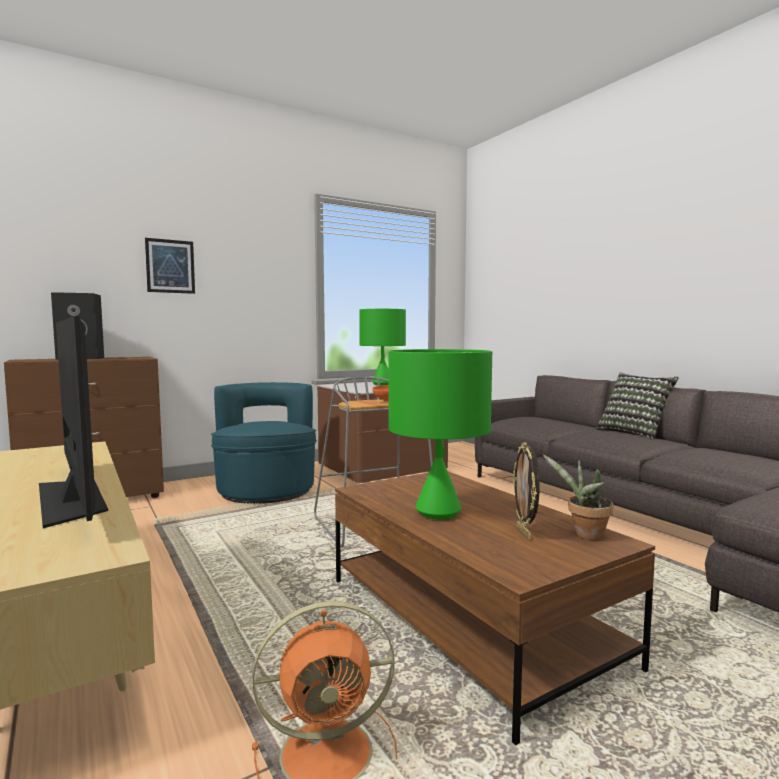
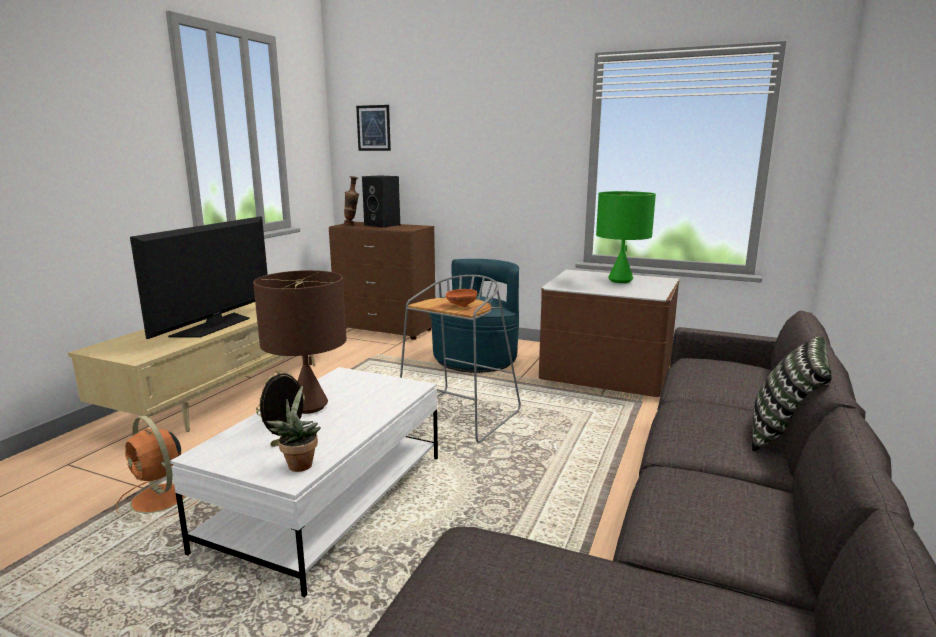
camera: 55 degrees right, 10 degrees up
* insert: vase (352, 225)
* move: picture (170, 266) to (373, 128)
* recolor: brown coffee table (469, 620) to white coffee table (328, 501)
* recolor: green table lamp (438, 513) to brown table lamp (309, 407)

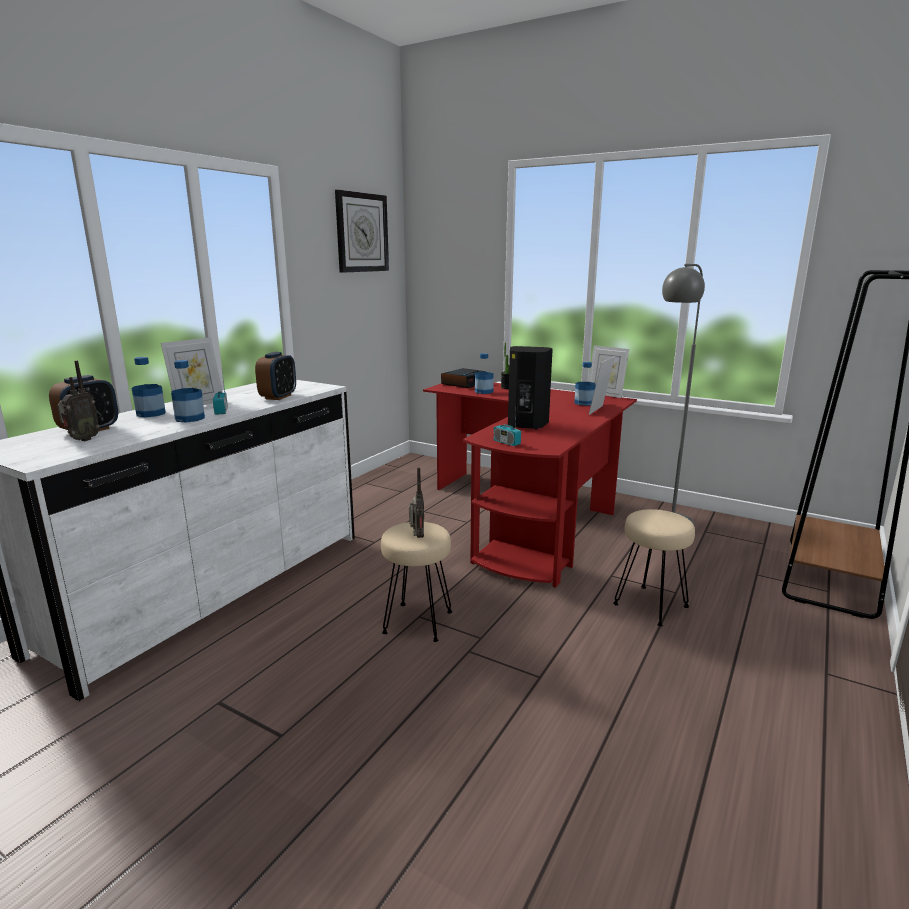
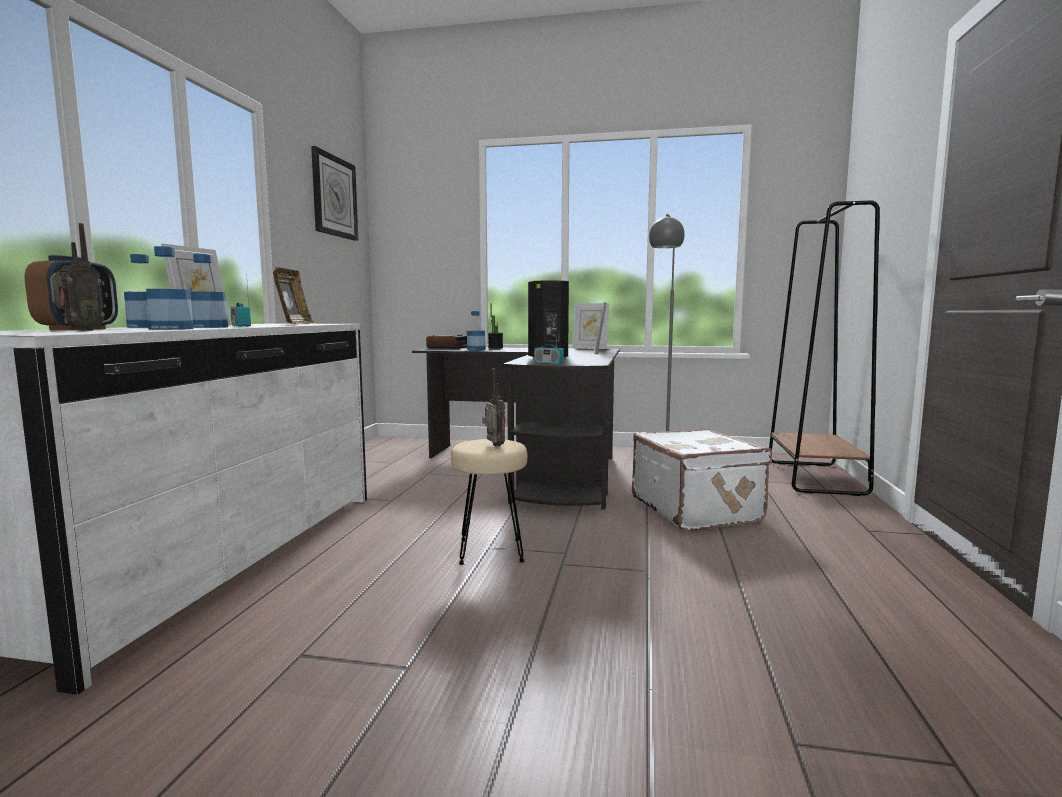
camera: 20 degrees left, 10 degrees down
* move: bottle (584, 403) to (171, 329)
* replace: alarm clock (278, 397) to picture frame (294, 324)
* replace: beige stool (650, 605) to white suitcase (697, 509)
* recolor: red desk (528, 516) to black desk (536, 467)

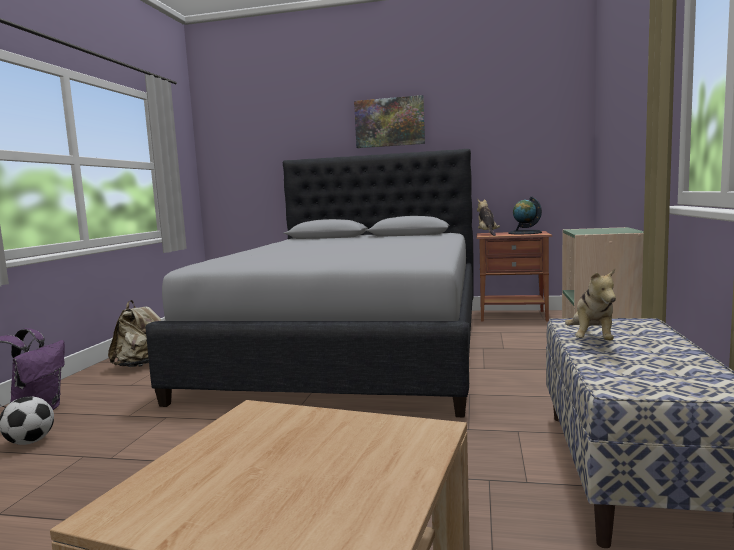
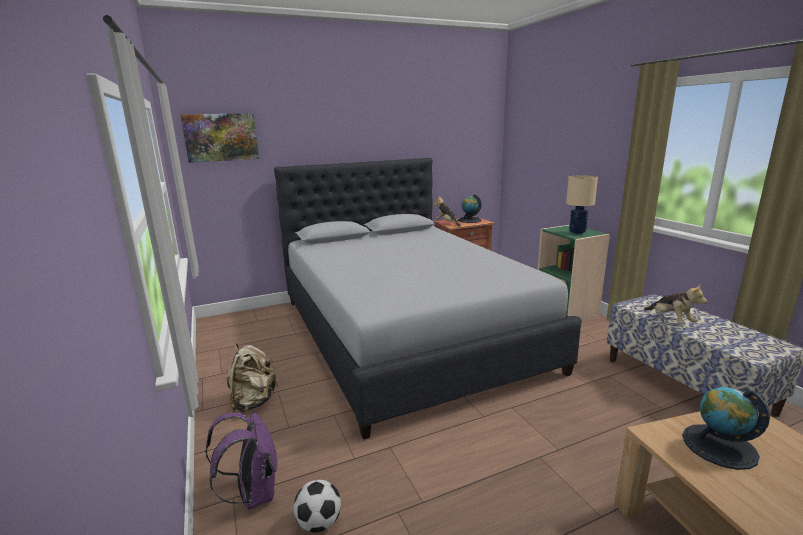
camera: 35 degrees left, 10 degrees up
* insert: beige table lamp (577, 232)
* insert: globe (719, 446)
* move: picture (389, 122) to (221, 137)

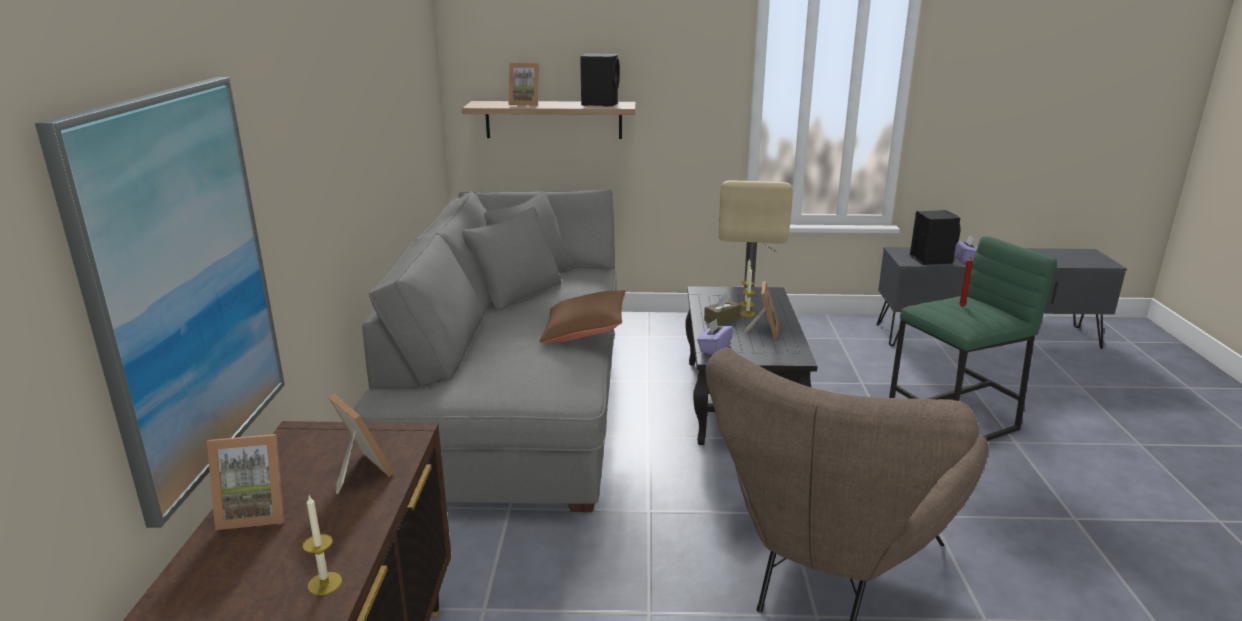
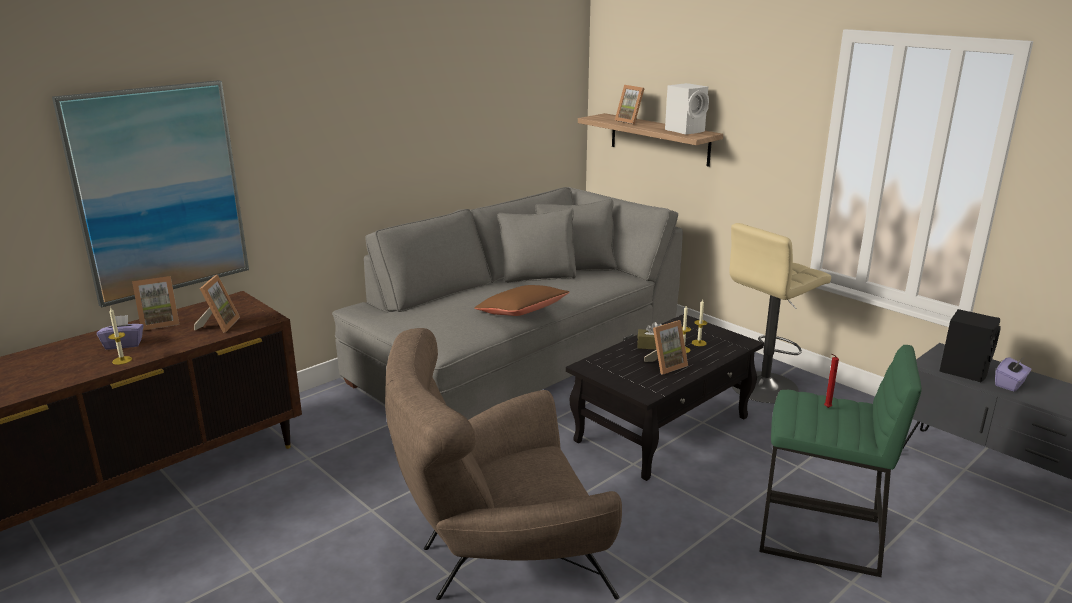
camera: 45 degrees right, 0 degrees up
* move: purple tissue box (714, 348) to (124, 344)
* recolor: black speaker (600, 103) to white speaker (686, 130)
* rotate: picture frame (255, 512) = (159, 323) 60 degrees counterclockwise

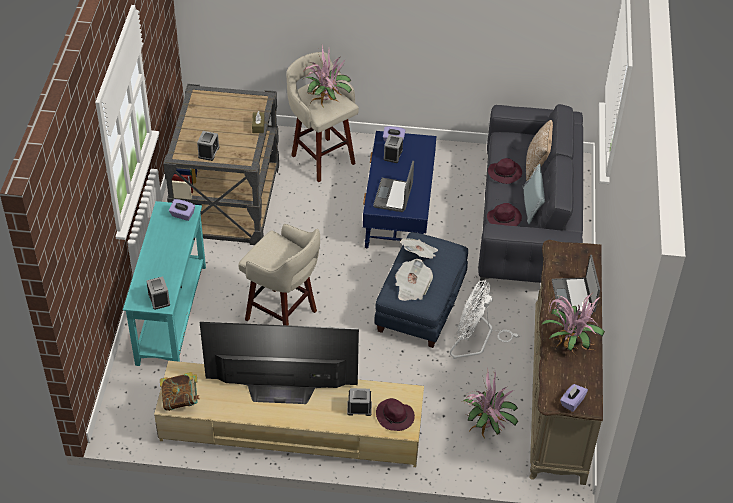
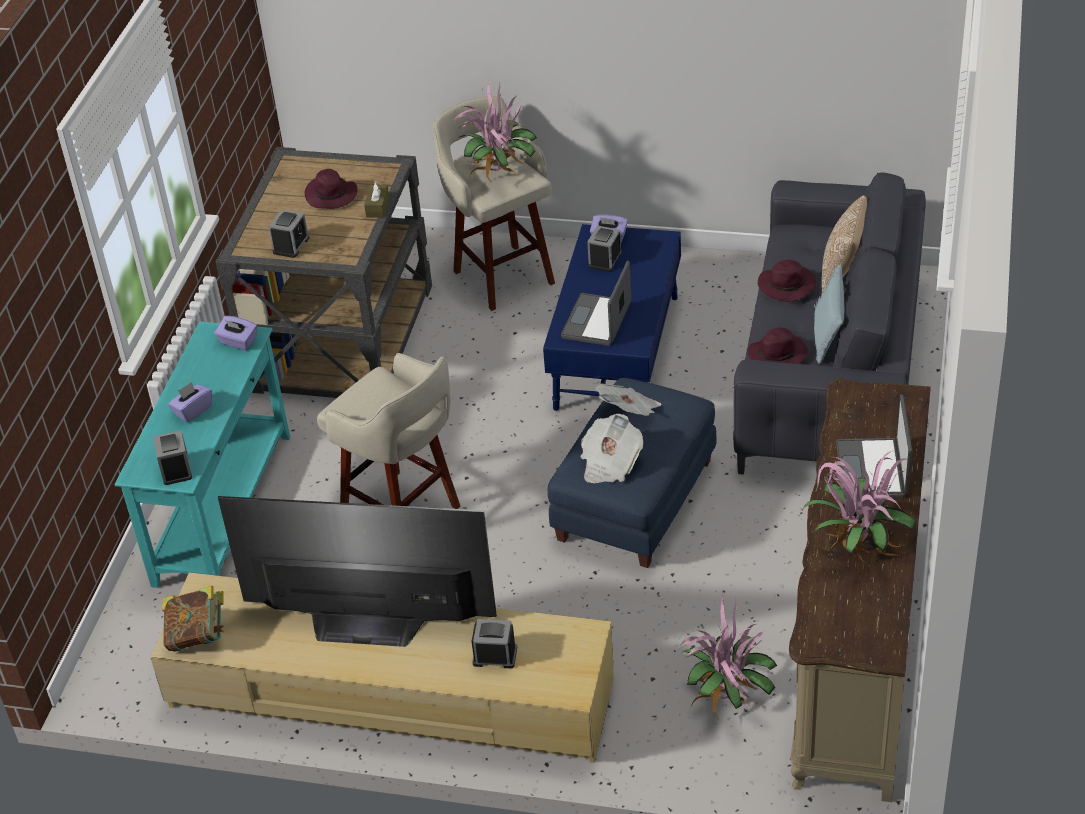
camera: 10 degrees right, 5 degrees down
* delete: white fan (478, 336)
* move: purple hat (395, 417) to (332, 195)
* move: purple tissue box (572, 402) to (193, 410)

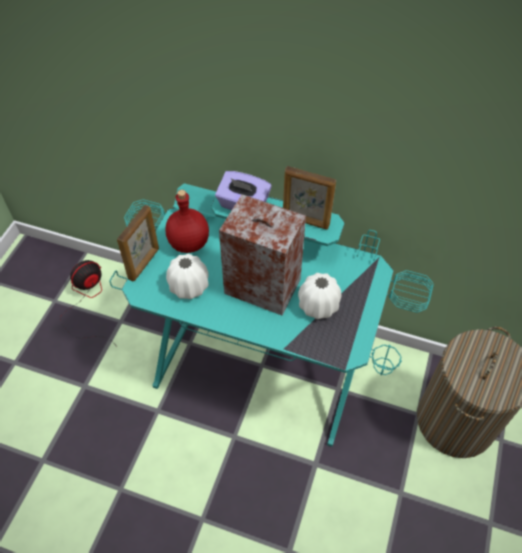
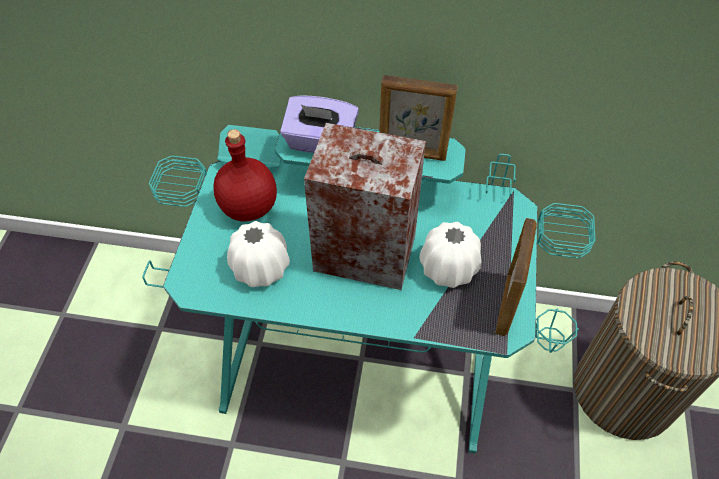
camera: 10 degrees left, 0 degrees up
* delete: fan (88, 302)
* move: picture frame (144, 263) to (507, 304)

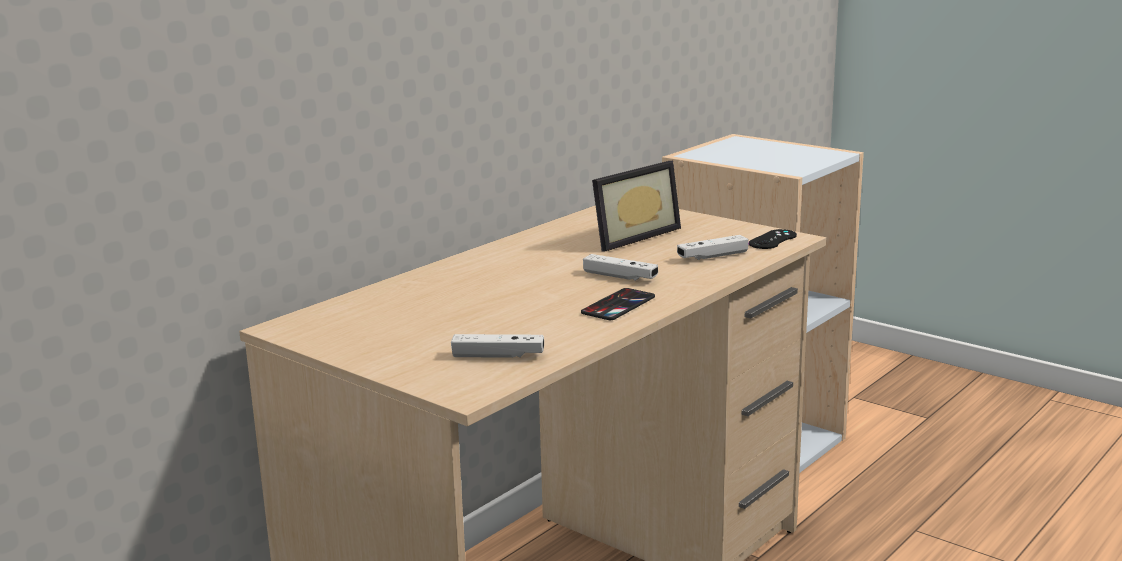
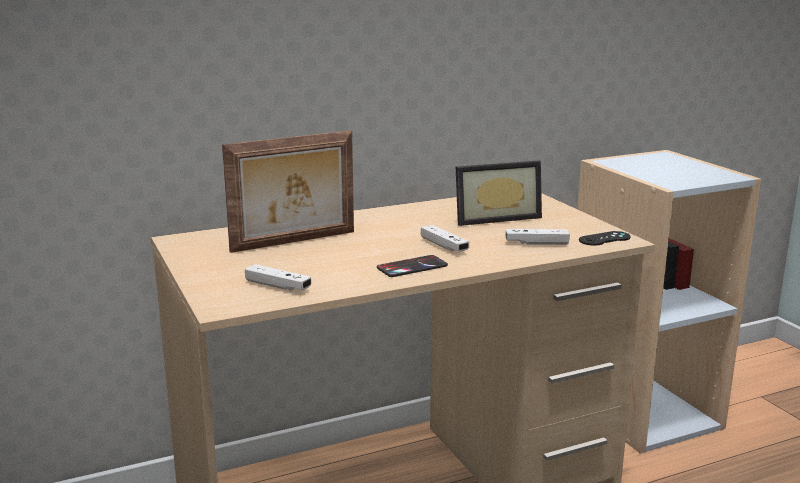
camera: 25 degrees right, 0 degrees up
* insert: picture frame (294, 242)

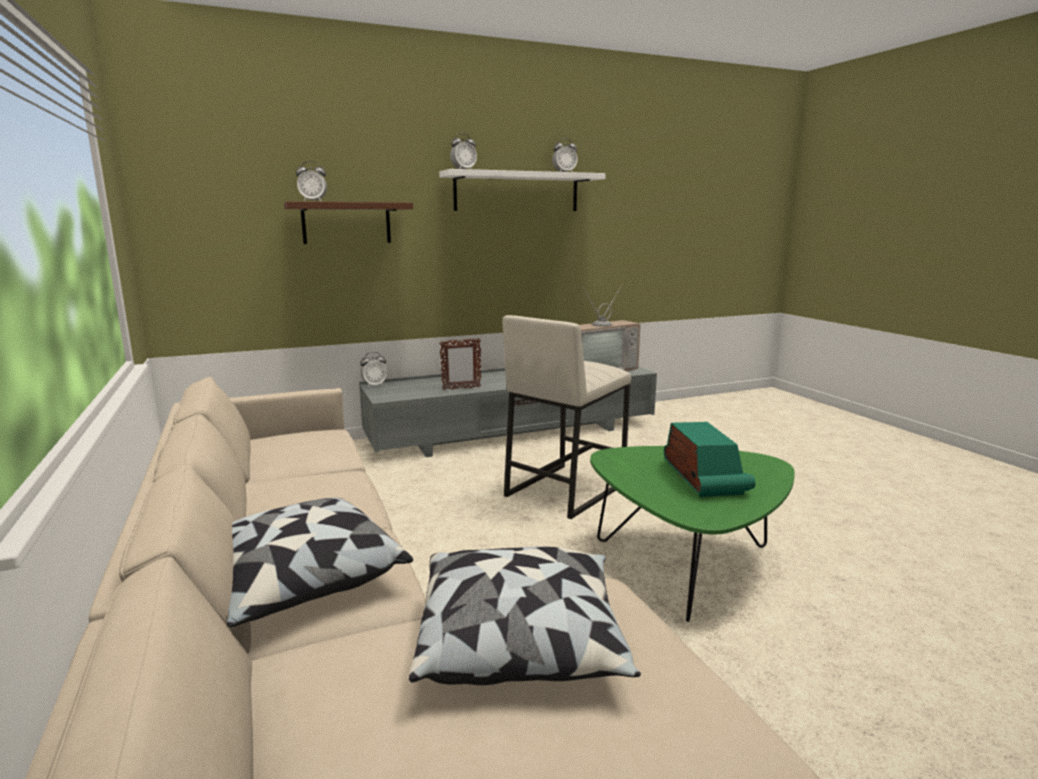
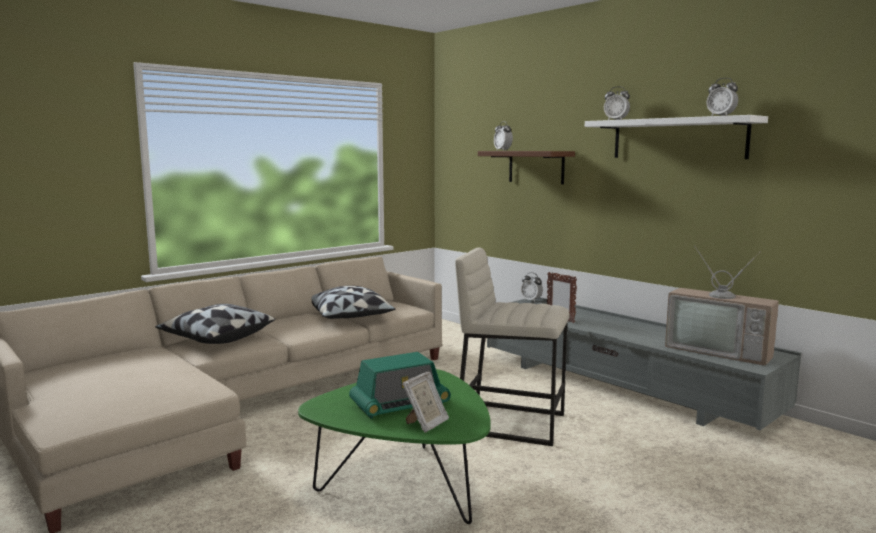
camera: 70 degrees right, 5 degrees down
* insert: picture frame (426, 424)
* move: pillow (521, 641) to (351, 317)

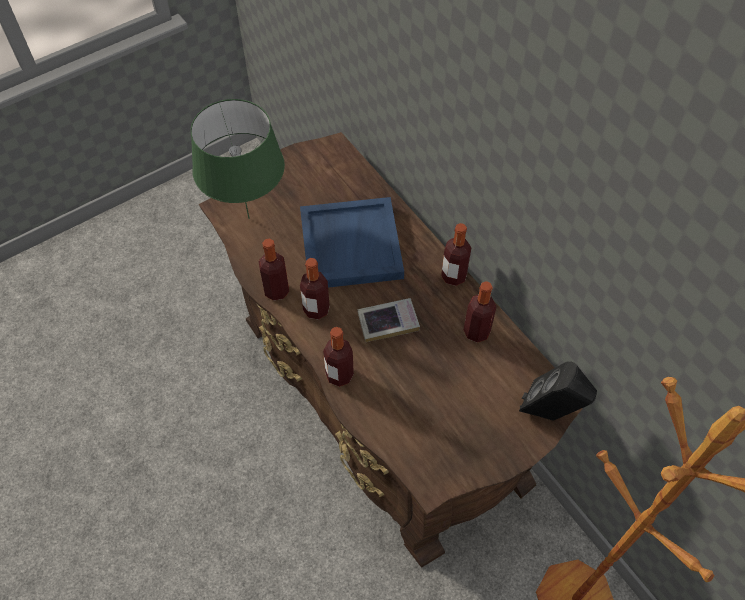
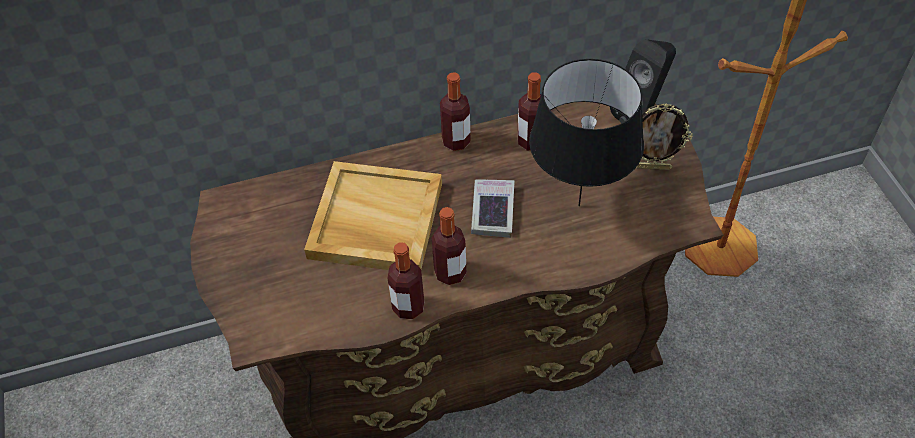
camera: 70 degrees left, 5 degrees down
* delete: green table lamp (248, 218)
* delete: bottle (339, 375)
* insert: black table lamp (578, 206)
* insert: picture frame (653, 167)
* recolor: blue tray (350, 245) to beige tray (374, 221)

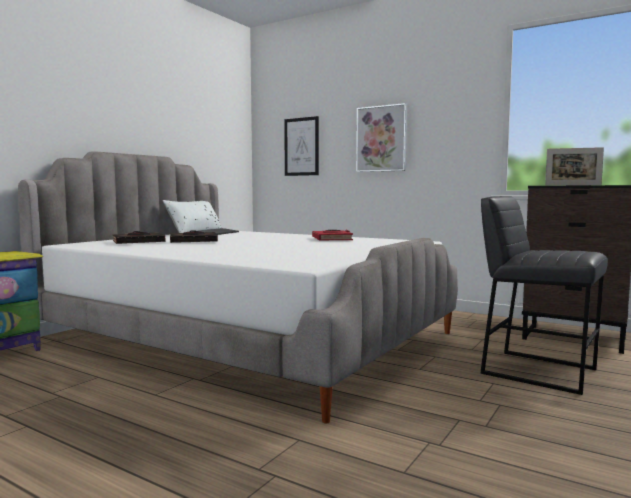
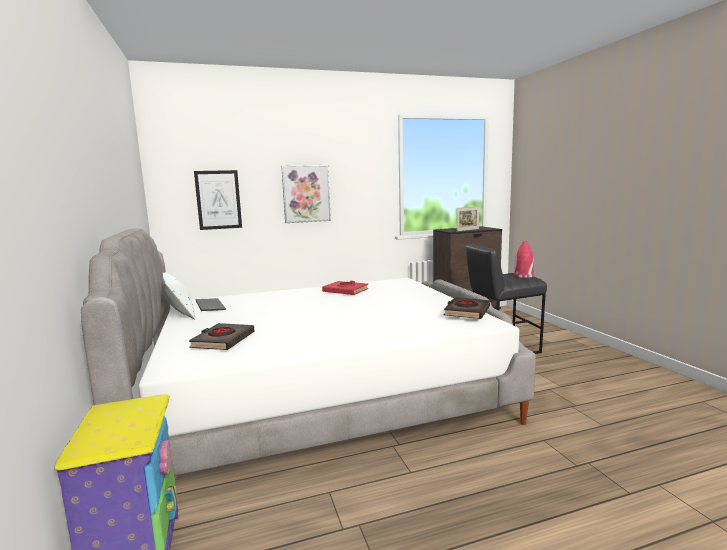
camera: 50 degrees left, 5 degrees up
* insert: red vase (523, 276)
* move: black book (193, 241) to (466, 312)

